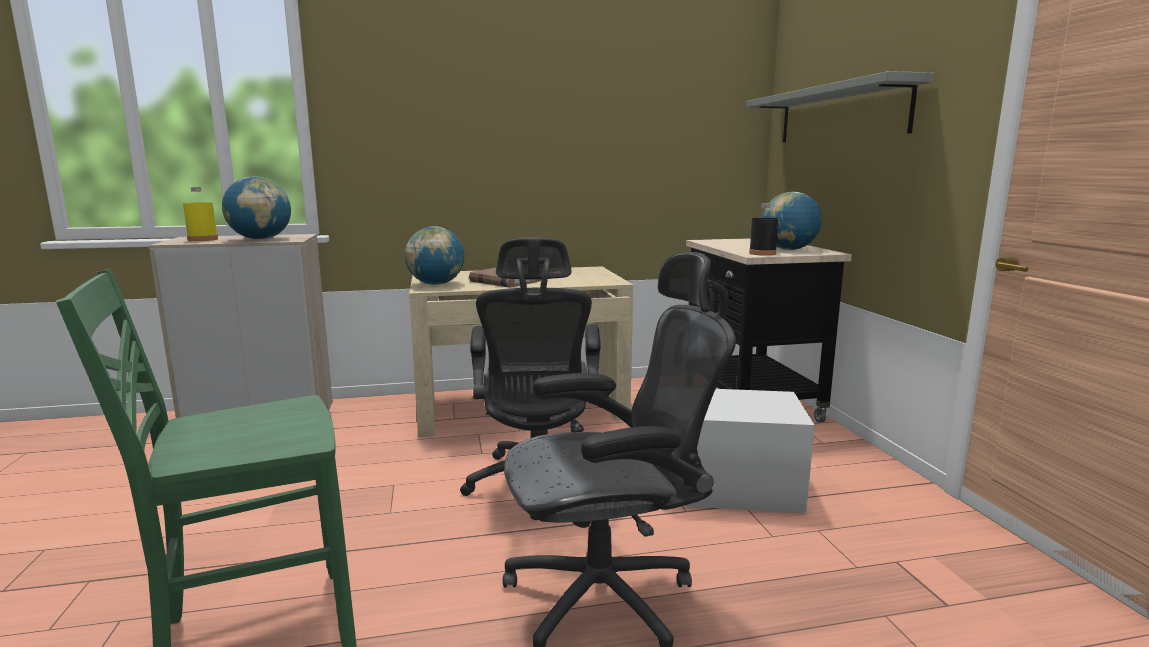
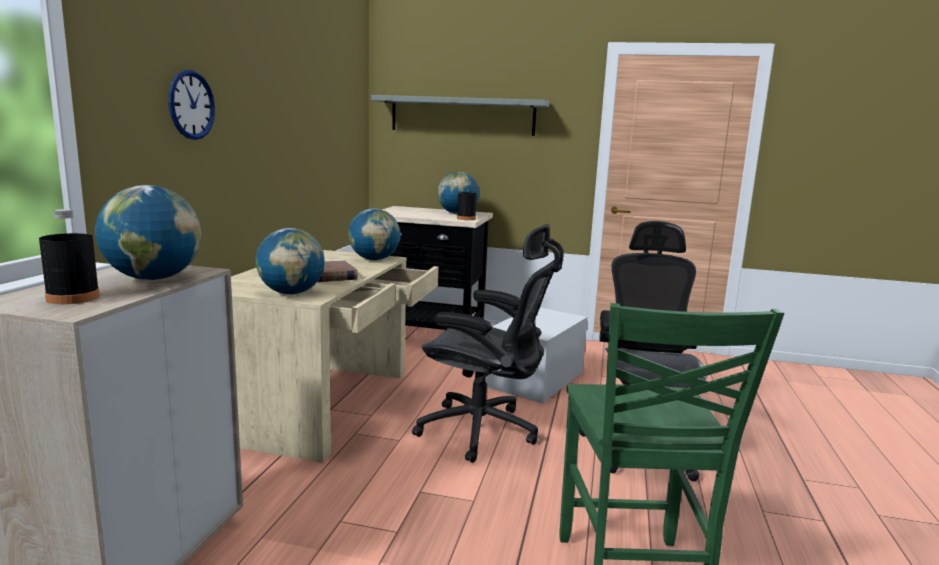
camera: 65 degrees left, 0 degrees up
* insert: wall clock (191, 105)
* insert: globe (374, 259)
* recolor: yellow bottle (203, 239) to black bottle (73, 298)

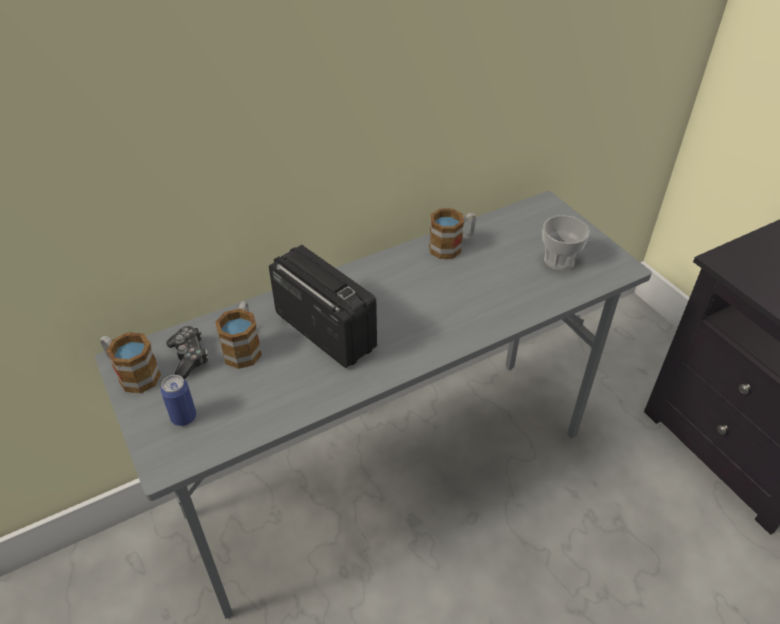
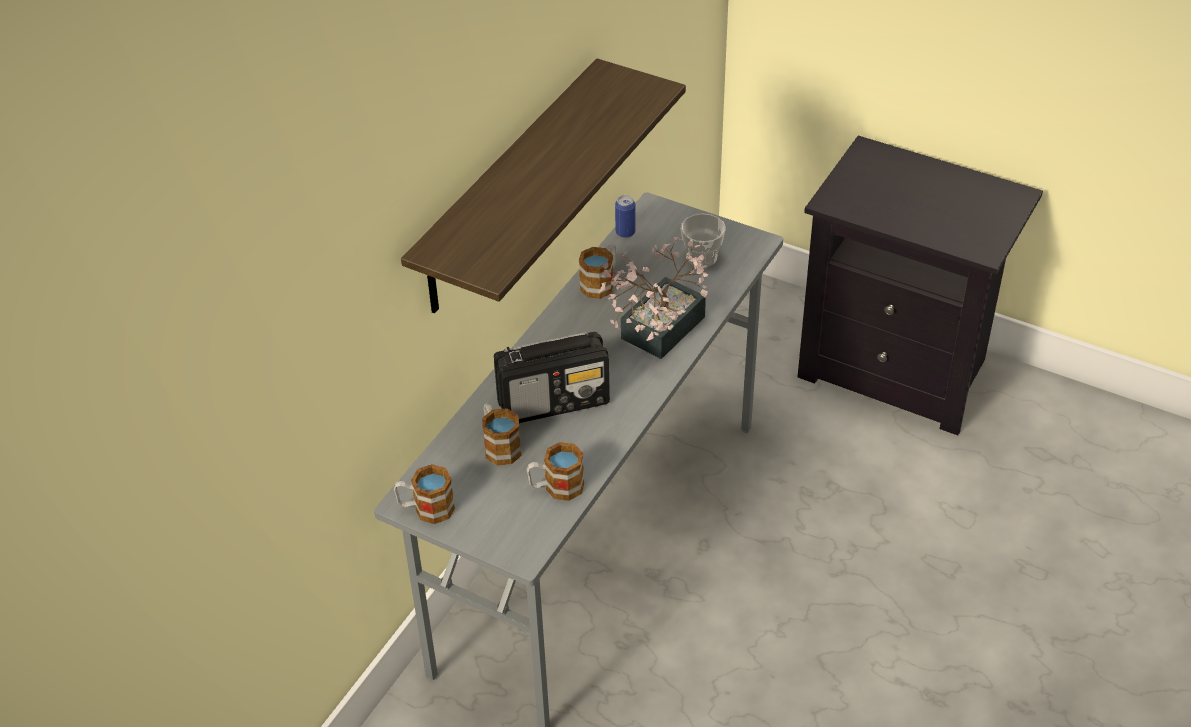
camera: 30 degrees left, 0 degrees up
* delete: game controller (189, 357)
* insert: shelf (508, 189)
* insert: mug (556, 487)
* insert: potted plant (655, 333)
* move: can (184, 417) to (625, 232)
* rotate: radio (324, 330) = (554, 402) 150 degrees clockwise

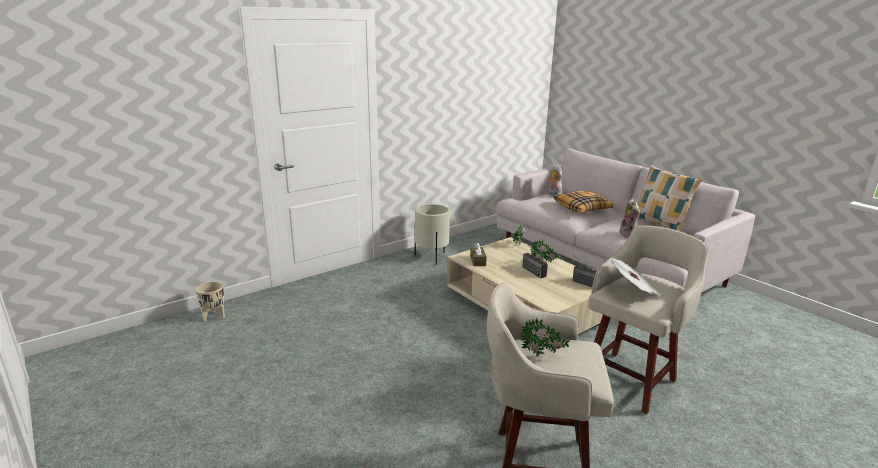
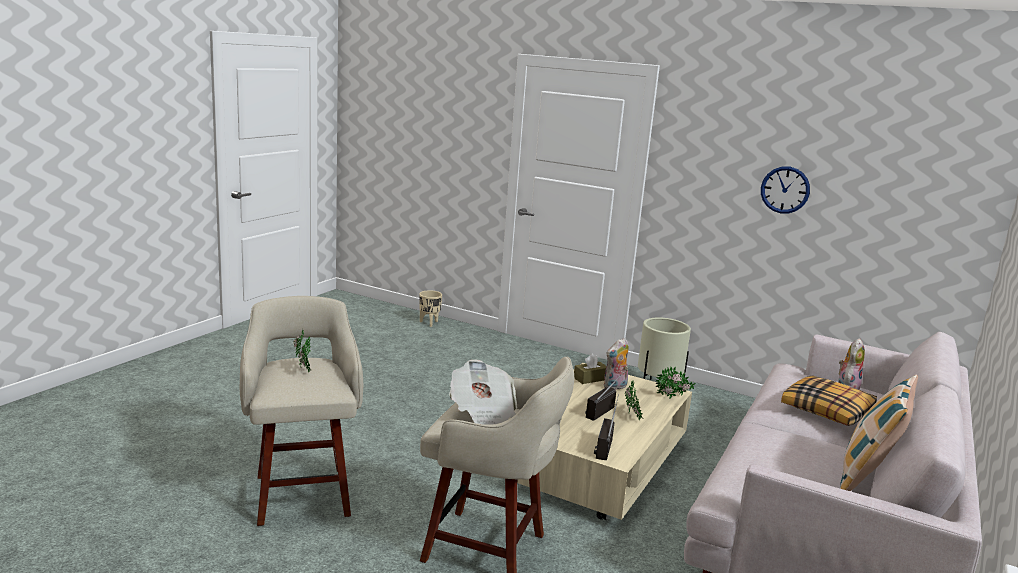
camera: 65 degrees right, 5 degrees down
* insert: wall clock (785, 190)
* move: plush toy (628, 235) to (615, 387)

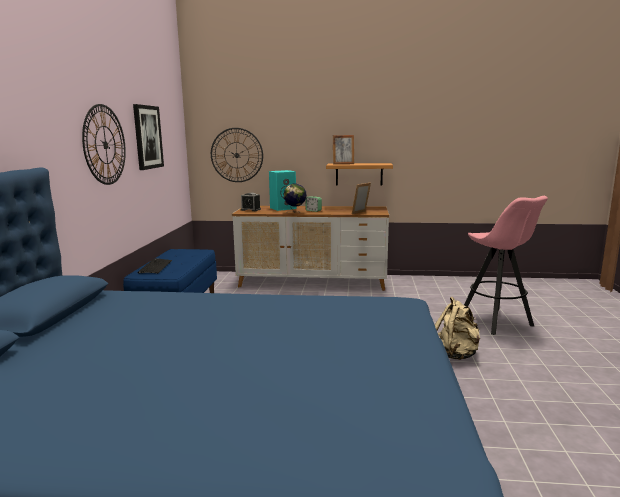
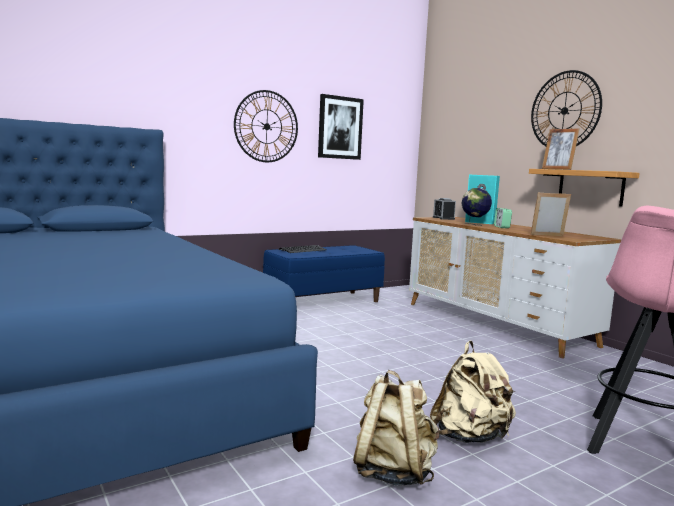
camera: 50 degrees right, 5 degrees down
* insert: beige backpack (393, 472)
* move: wall clock (236, 155) to (564, 111)

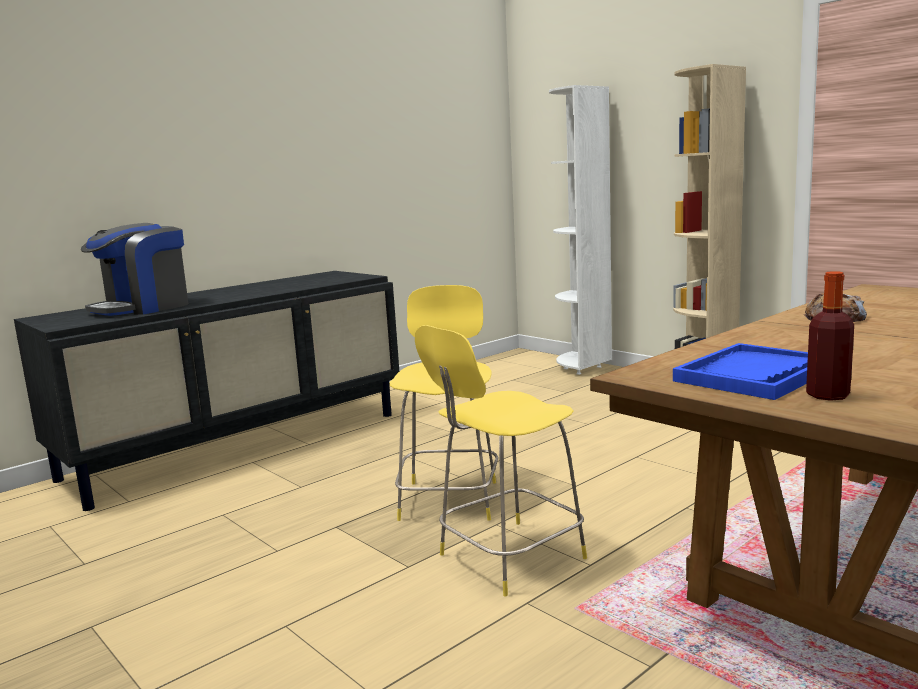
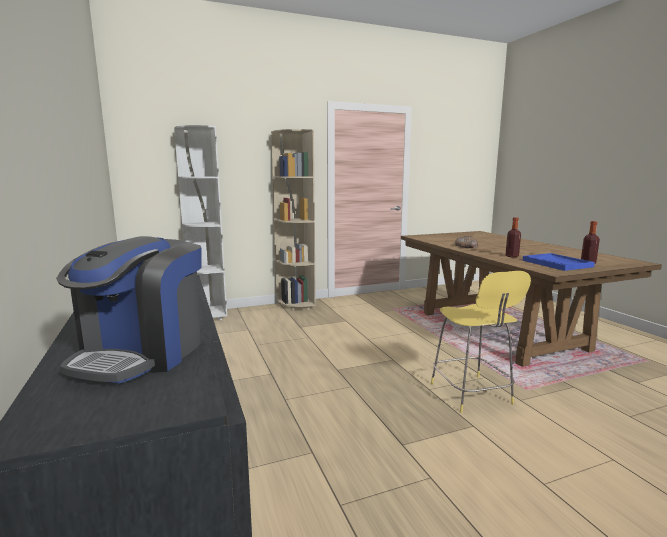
camera: 70 degrees left, 0 degrees up
* delete: yellow stool (449, 498)
* insert: bottle (512, 256)
* rotate: coffee machine (143, 308) = (142, 353) 45 degrees clockwise

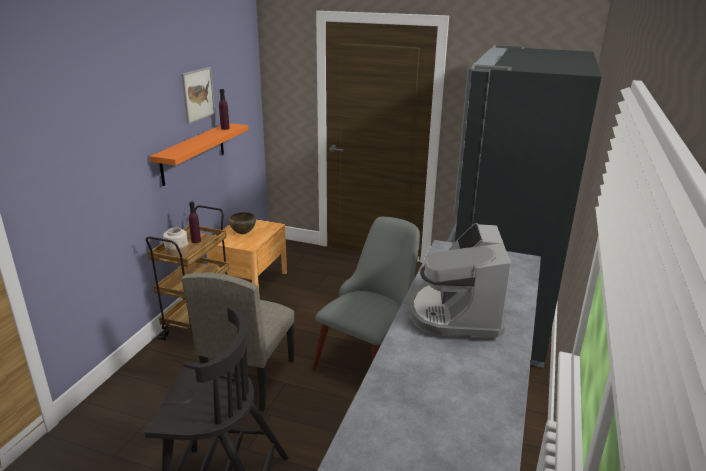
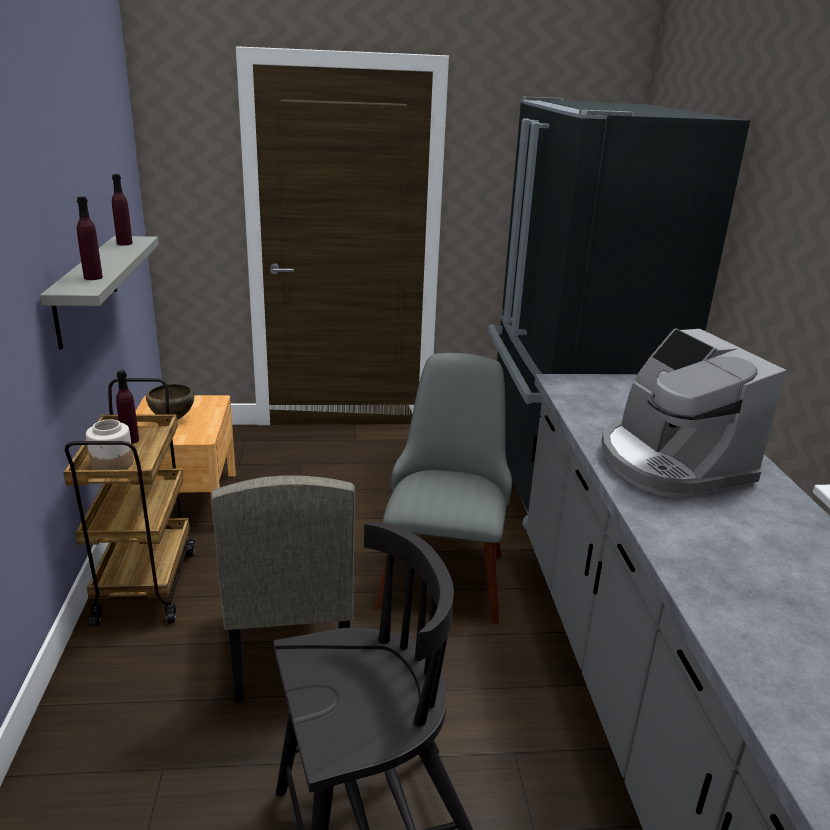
camera: 25 degrees left, 0 degrees up
* delete: picture (198, 94)
* insert: purple bottle (93, 277)
* recolor: orange shelf (193, 153) to grey shelf (86, 289)

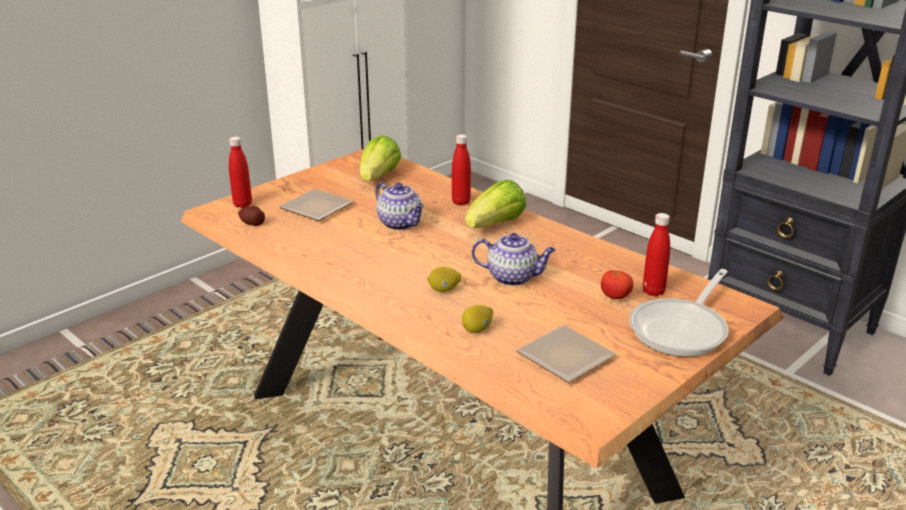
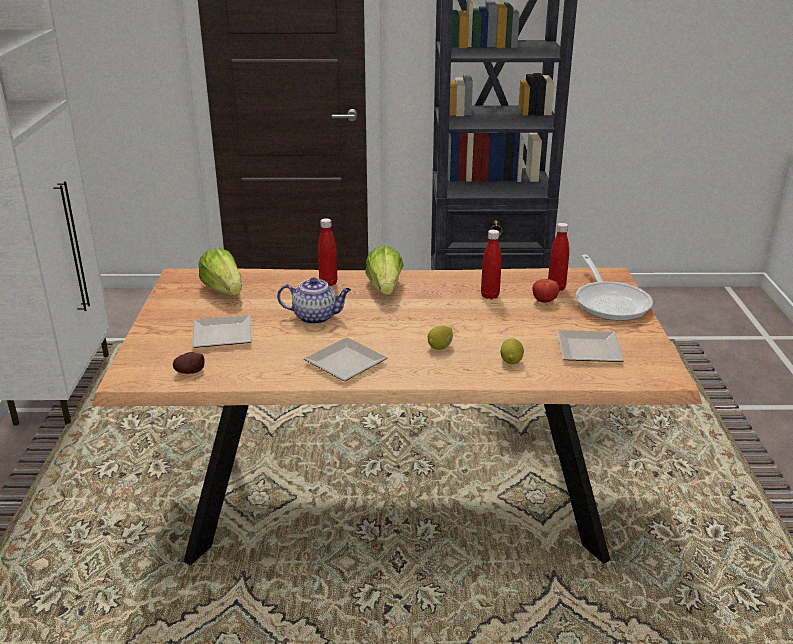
camera: 45 degrees left, 0 degrees up
* delete: teapot (513, 277)
* insert: plate (342, 363)
* move: red bottle (242, 204) to (490, 296)

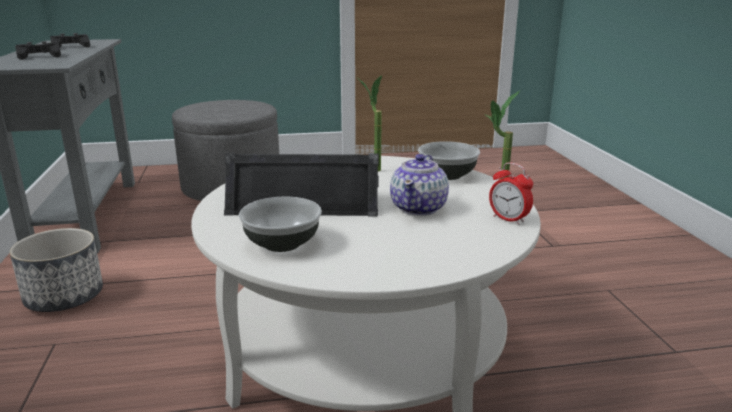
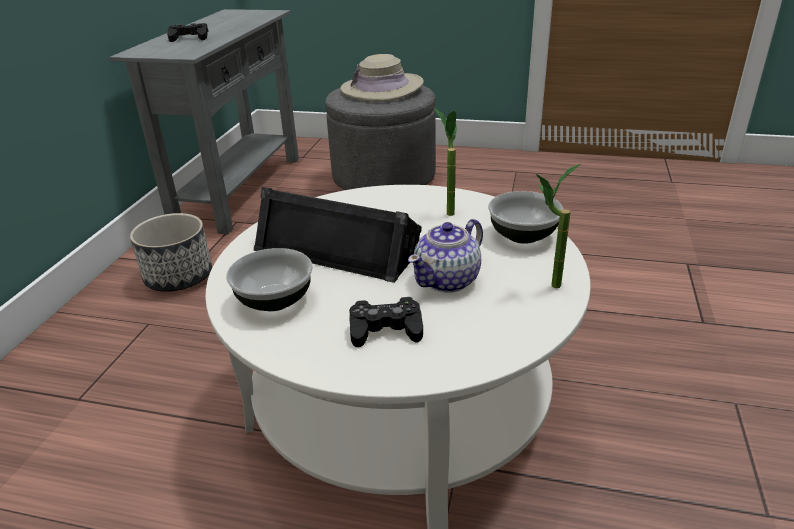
camera: 25 degrees right, 10 degrees up
* delete: alarm clock (508, 219)
* insert: beige hat (382, 89)
* move: black game controller (71, 47) to (386, 329)

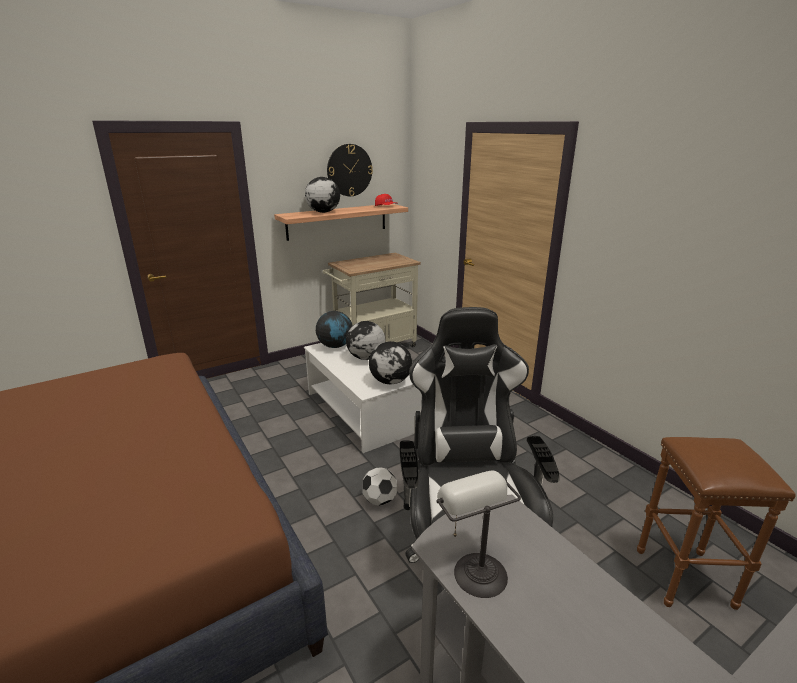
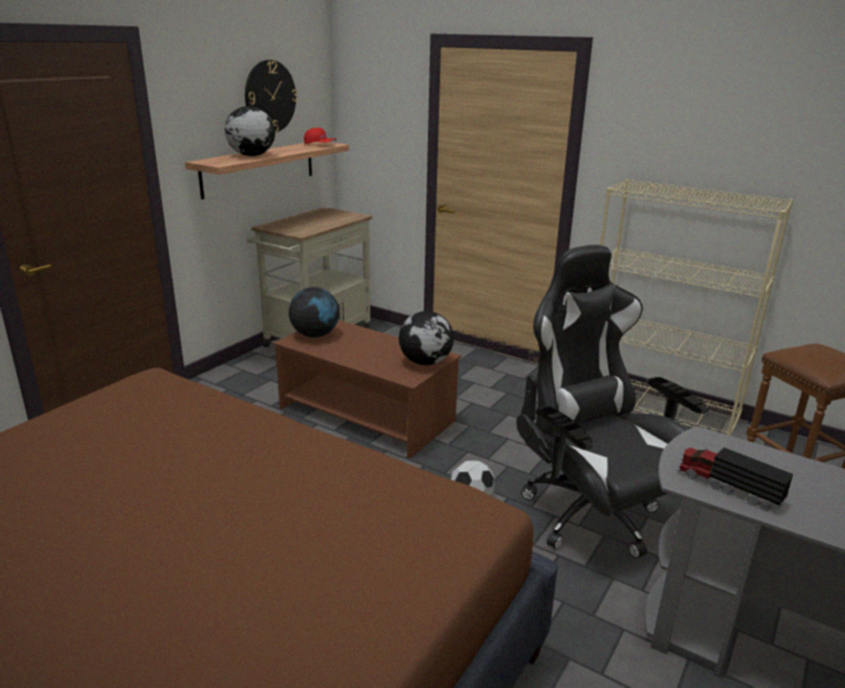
camera: 25 degrees left, 0 degrees up
* delete: globe (365, 358)
* insert: beige bookcase (658, 411)
* replace: table lamp (473, 566) to toy truck (727, 487)
* recolor: white coffee table (361, 411) to brown coffee table (367, 414)

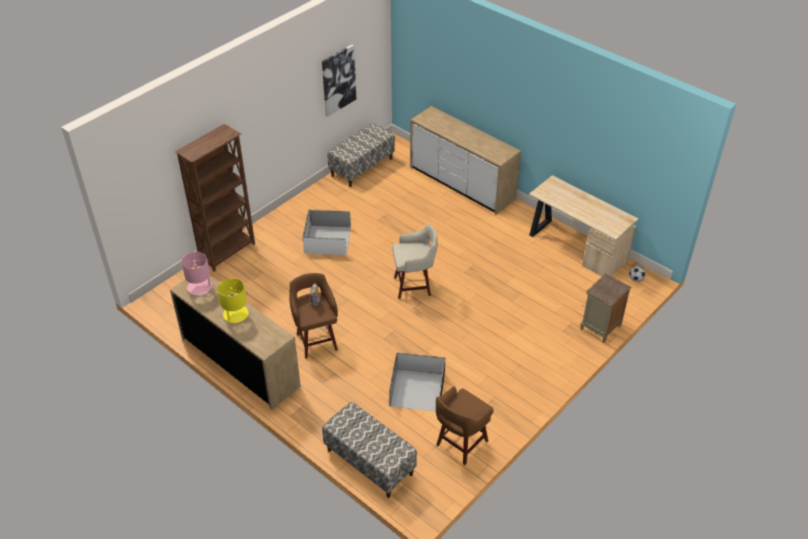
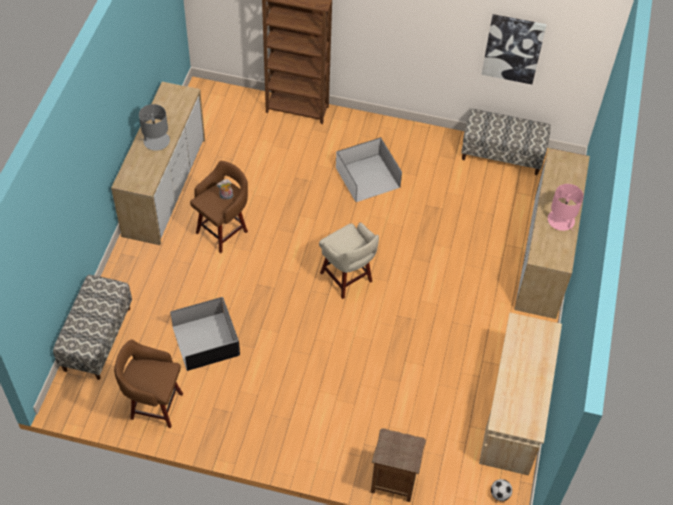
camera: 60 degrees right, 10 degrees up
* move: pink table lamp (200, 287) to (561, 220)
* recolor: yellow table lamp (235, 314) to grey table lamp (156, 141)

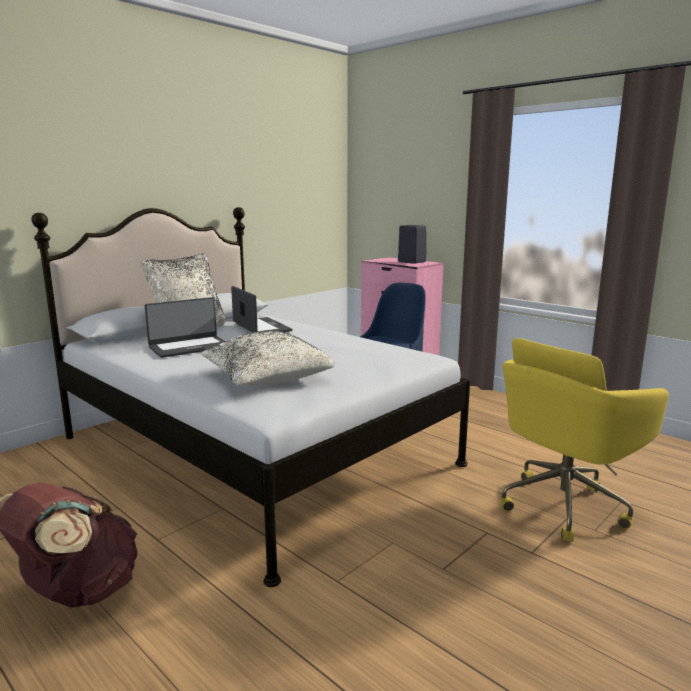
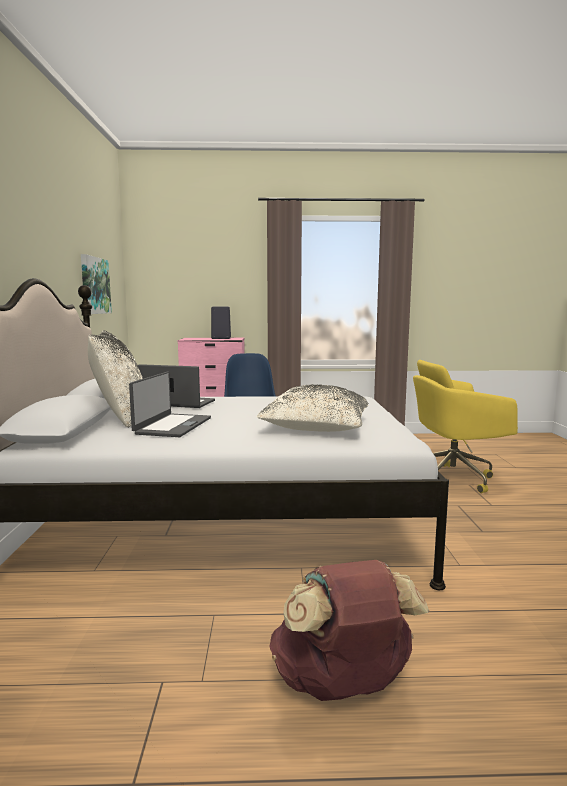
camera: 45 degrees left, 5 degrees down
* insert: picture (94, 285)
* rotate: yellow office chair (565, 505) = (456, 479) 75 degrees clockwise

